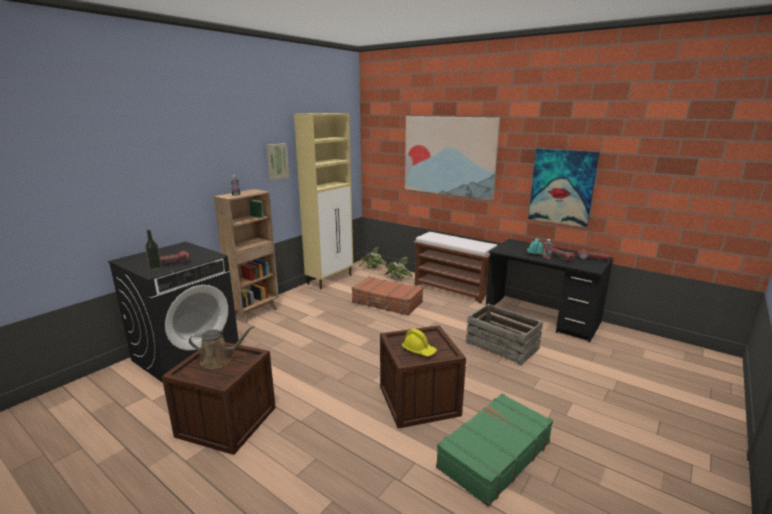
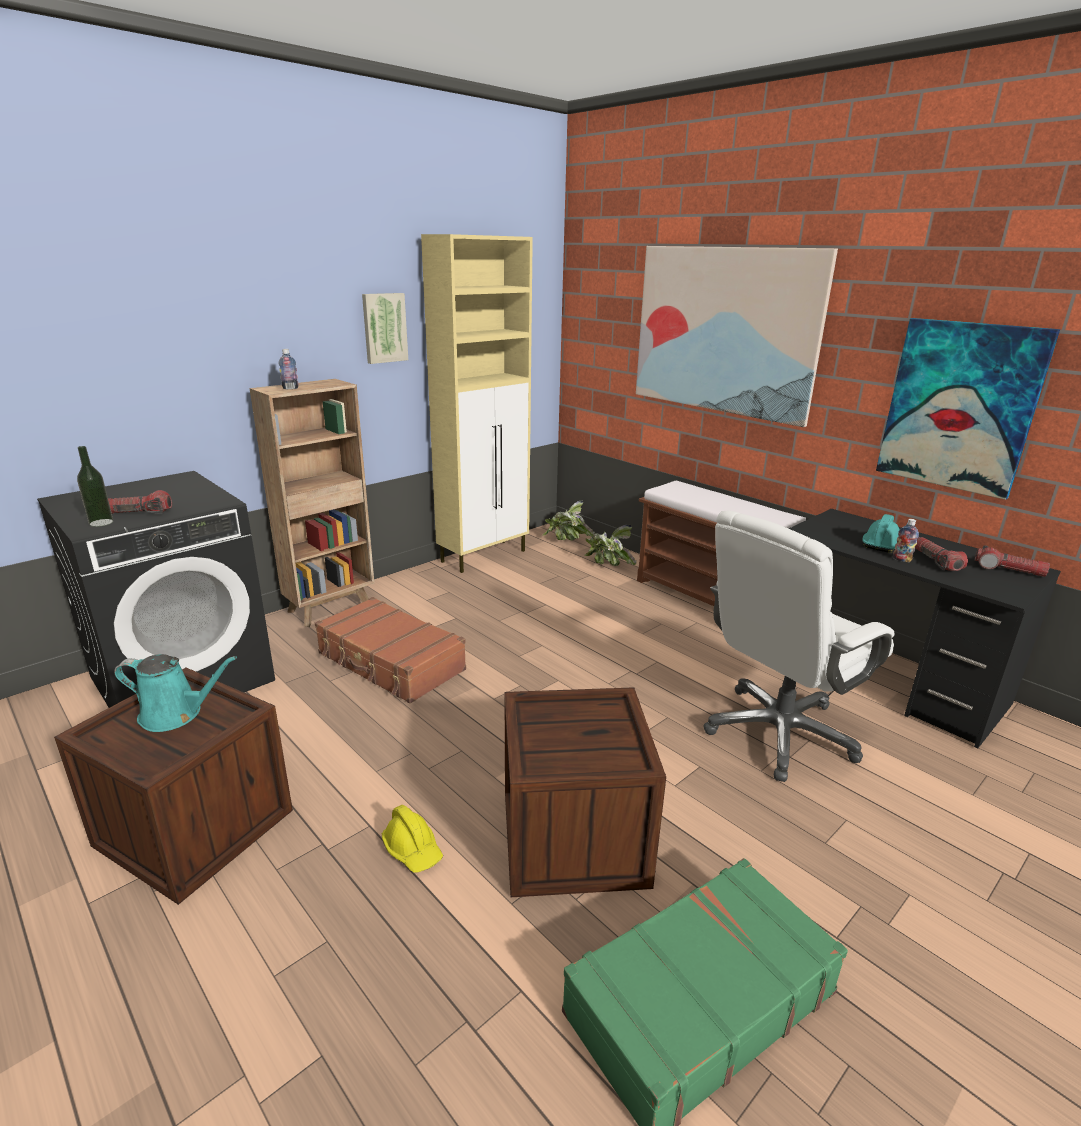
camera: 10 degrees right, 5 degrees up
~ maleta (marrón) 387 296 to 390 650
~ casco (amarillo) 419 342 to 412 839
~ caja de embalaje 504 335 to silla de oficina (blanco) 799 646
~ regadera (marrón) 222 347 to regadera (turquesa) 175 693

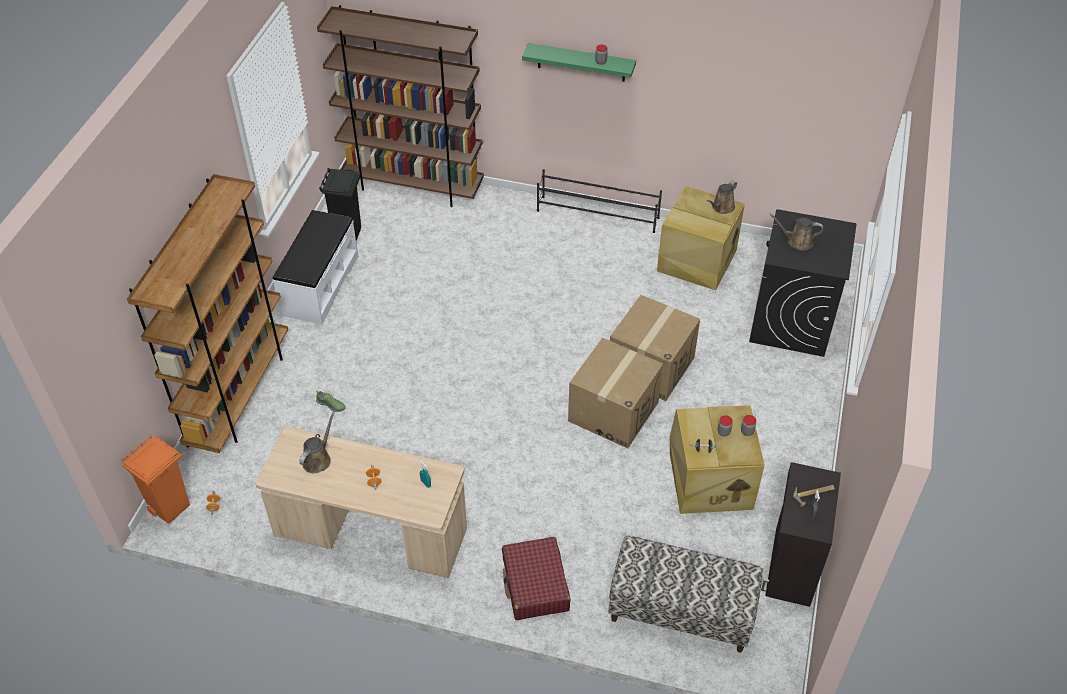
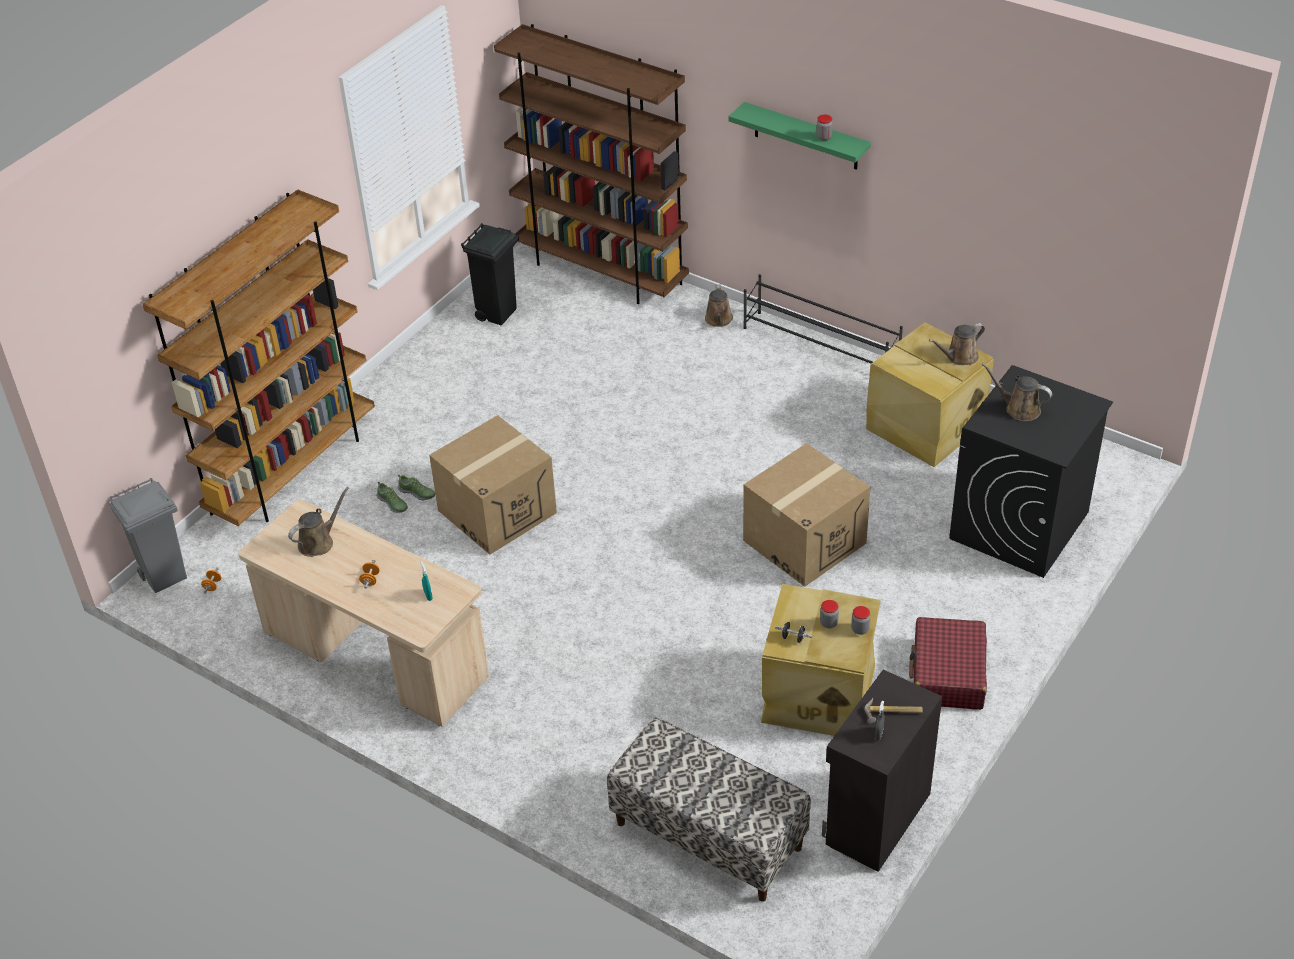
camera: 20 degrees right, 5 degrees down
- banco (blanco) 315 267
+ zapato 416 487
+ regadera (marrón) 719 305
~ maleta (rojo) 536 578 to 948 663
~ caja de cartón 615 393 to 493 485
~ papelera (naranja) 155 479 to papelera (gris) 148 535

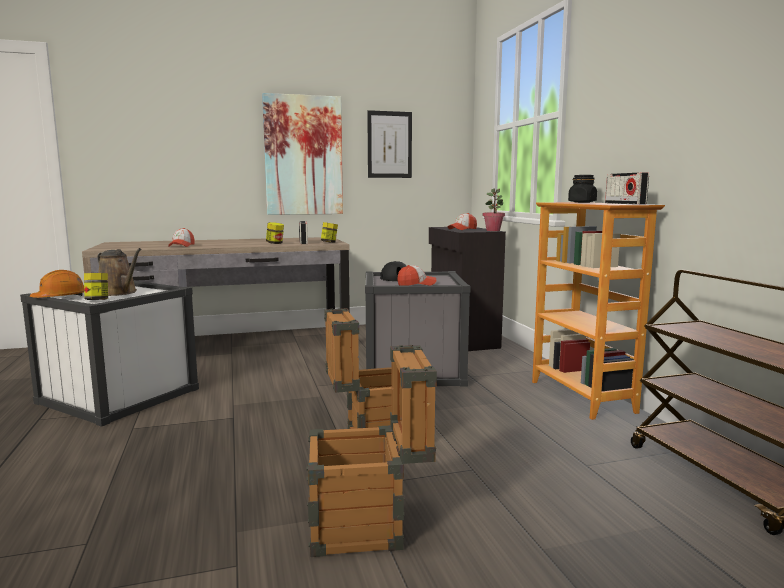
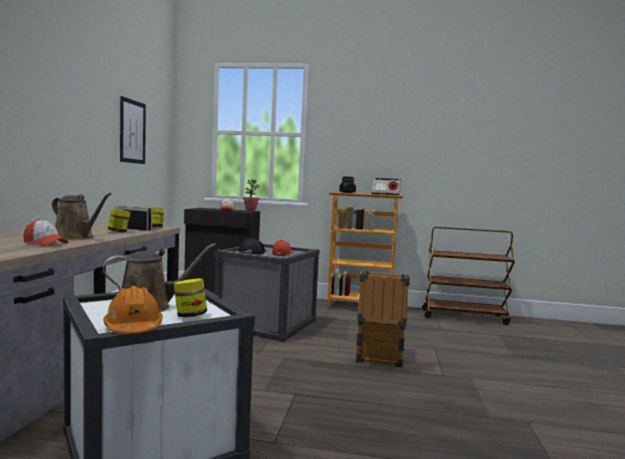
camera: 65 degrees left, 5 degrees down
- cuadro 302 154
- caja de embalaje 372 451
+ regadera (marrón) 81 216

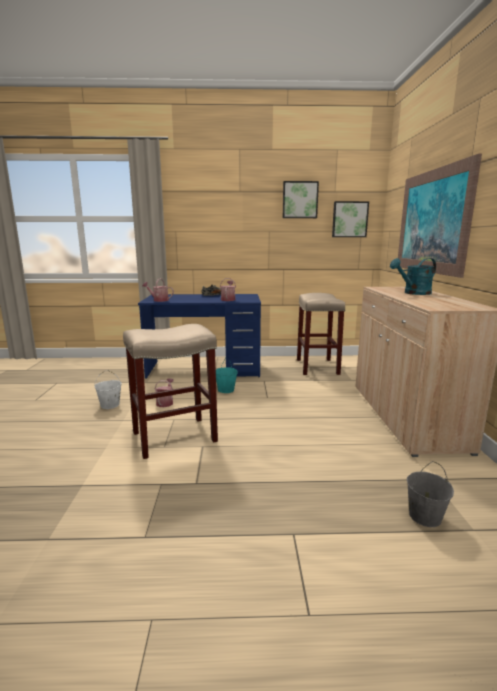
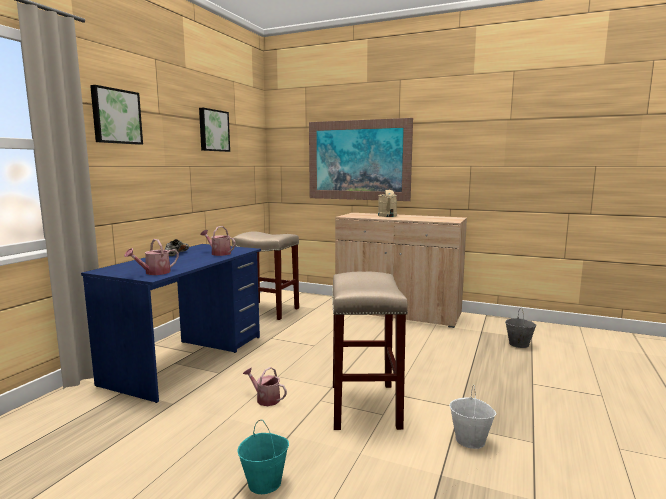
camera: 65 degrees left, 5 degrees down
~ cubo (blanco) 108 389 to 473 417
~ cubo (turquesa) 227 375 to 263 457
~ cuadro 350 219 to 116 115
~ regadera (turquesa) 413 276 to regadera (beis) 387 203

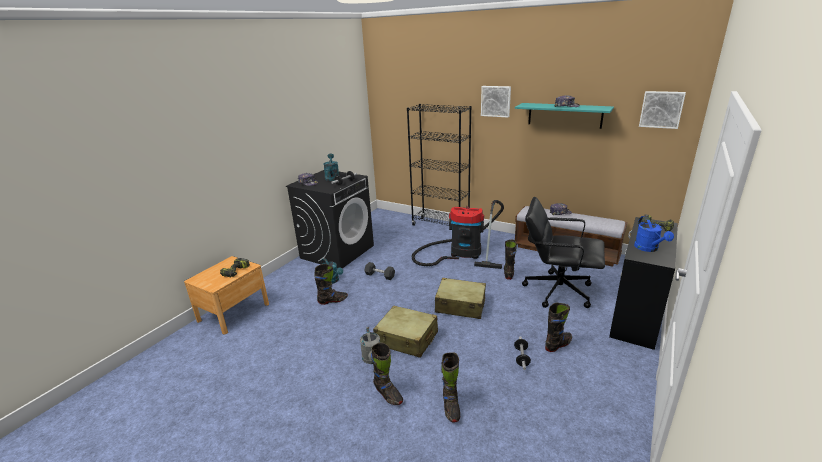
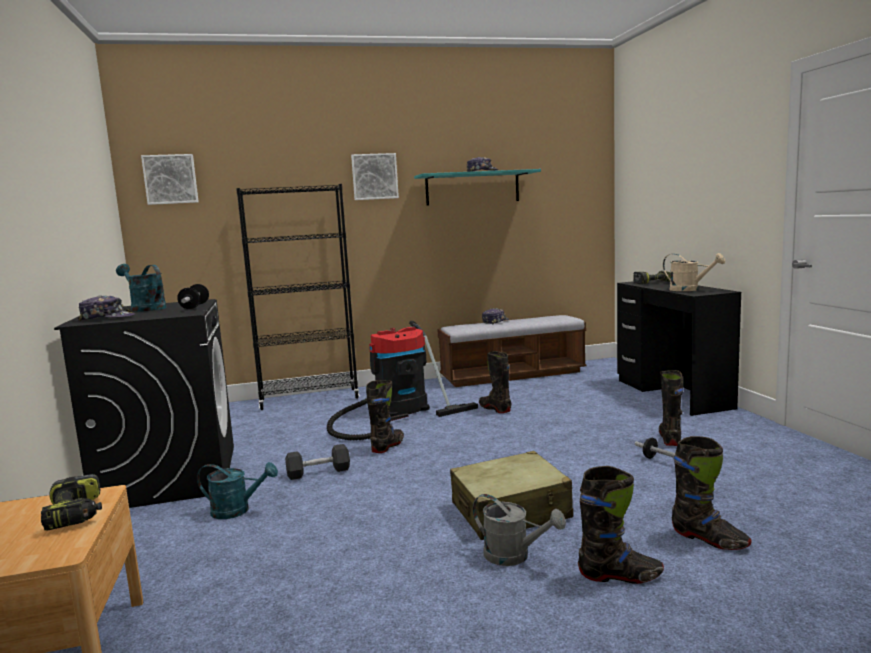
camera: 45 degrees left, 15 degrees down
- maleta (beis) 460 298
- silla de oficina (negro) 563 252
~ bota (negro) 331 284 to 385 416
~ cuadro 662 110 to 170 179
~ regadera (azul) 654 234 to regadera (beis) 694 272

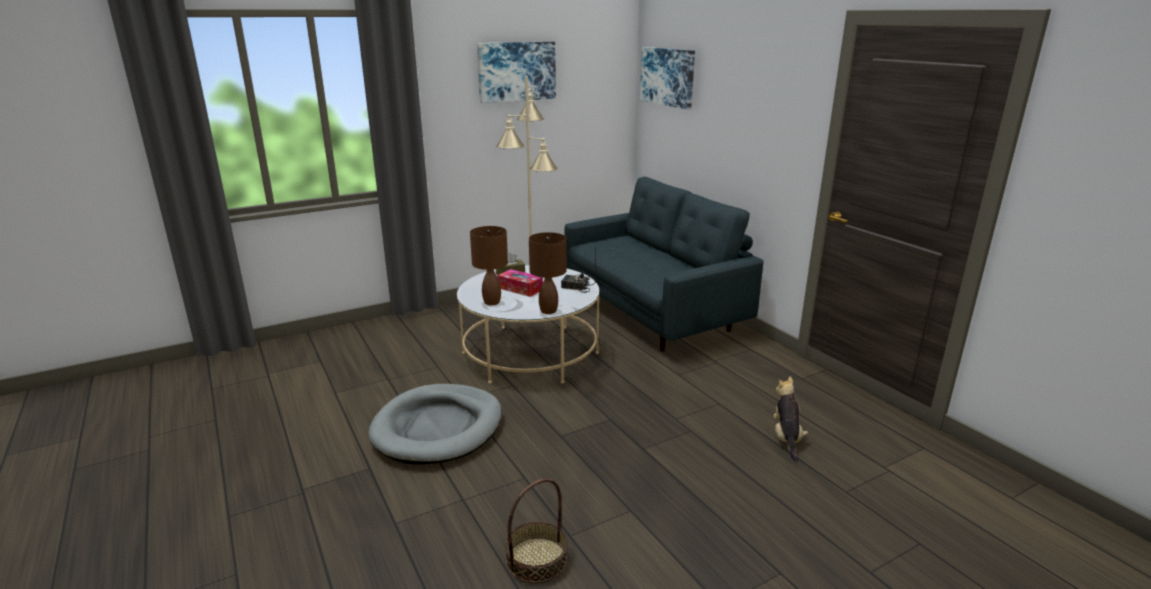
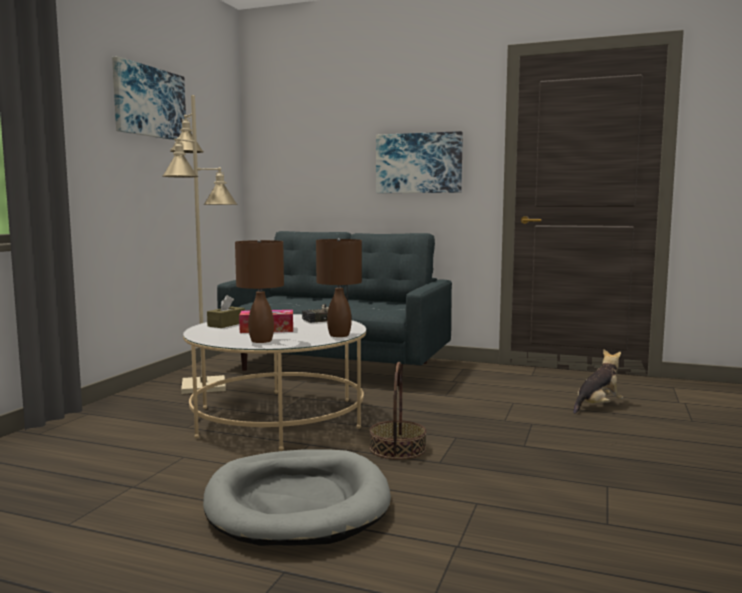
camera: 40 degrees left, 15 degrees down
~ cesta 536 530 to 397 411
~ cuadro 667 78 to 419 162
~ peluche 791 419 = 598 381 90 degrees clockwise

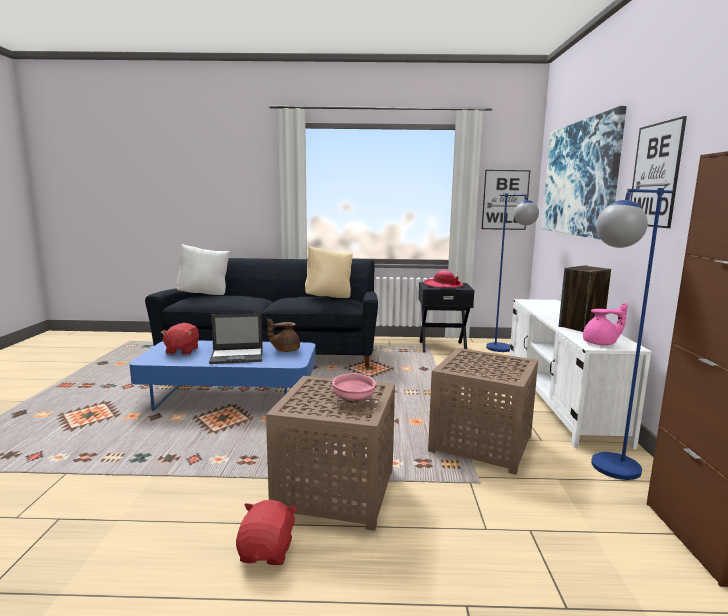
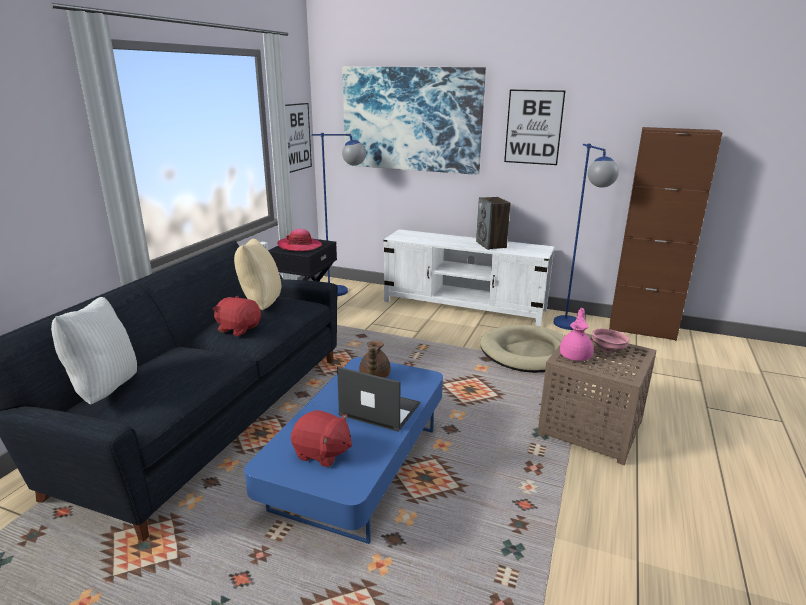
camera: 70 degrees left, 10 degrees up
~ peluche (rojo) 266 532 to 236 316
~ tetera (rosa) 605 324 to 577 334
~ mesa auxiliar (marrón) 483 411 to cama para perro (beis) 528 349
~ portátil 236 338 = 378 399 75 degrees counterclockwise

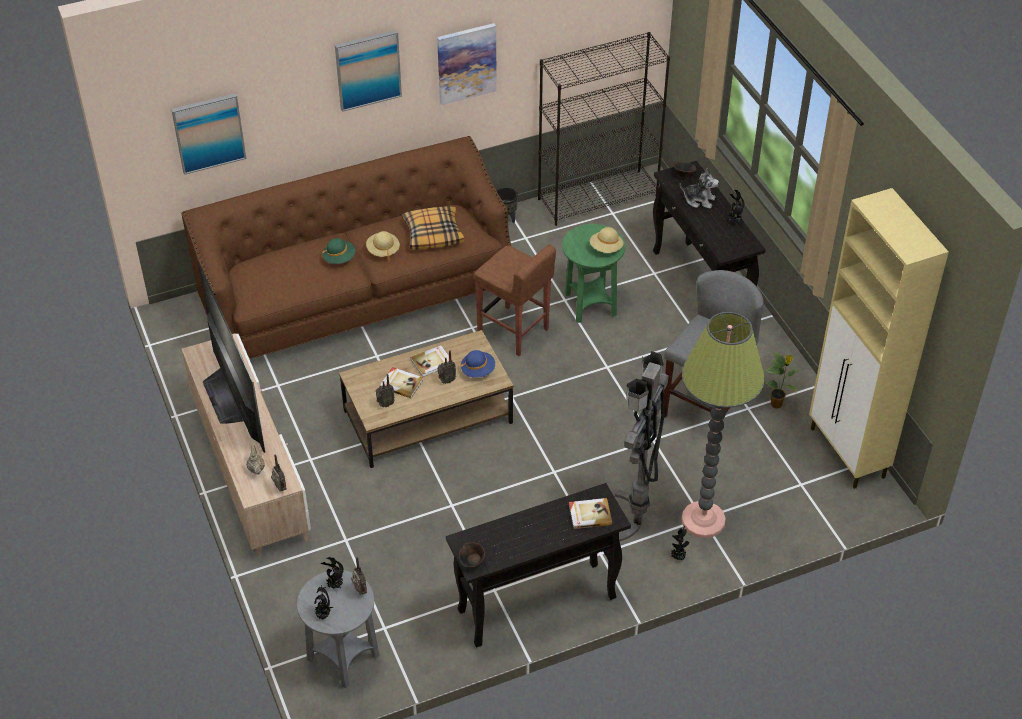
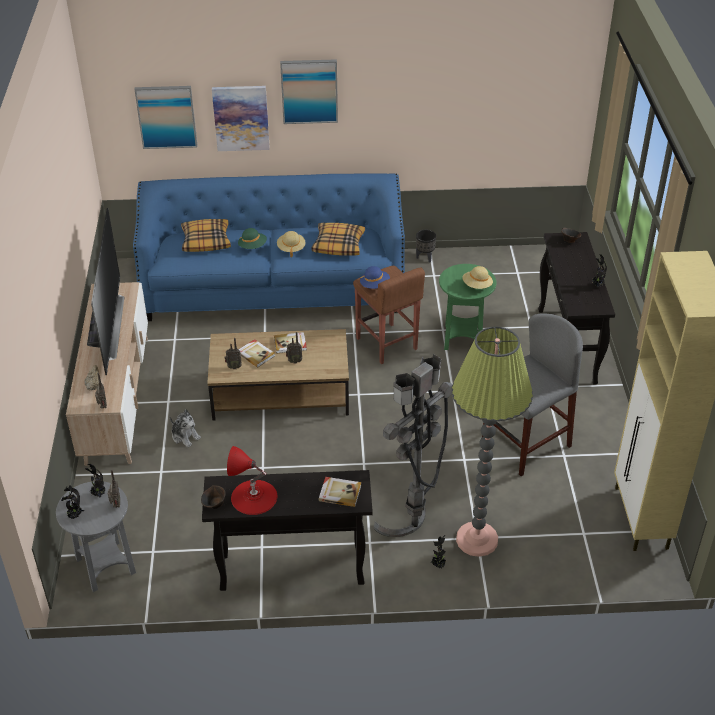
camera: 20 degrees right, 5 degrees down
- estantería (negro) 604 129
- planta en maceta 783 380
+ cojín 206 235
+ lámpara de mesa (rojo) 252 480
~ cuadro 467 64 to 241 118
~ sombrero (azul) 478 364 to 375 277
~ peluche 699 188 to 185 428
~ sofá (marrón) 346 247 to sofá (azul) 269 247

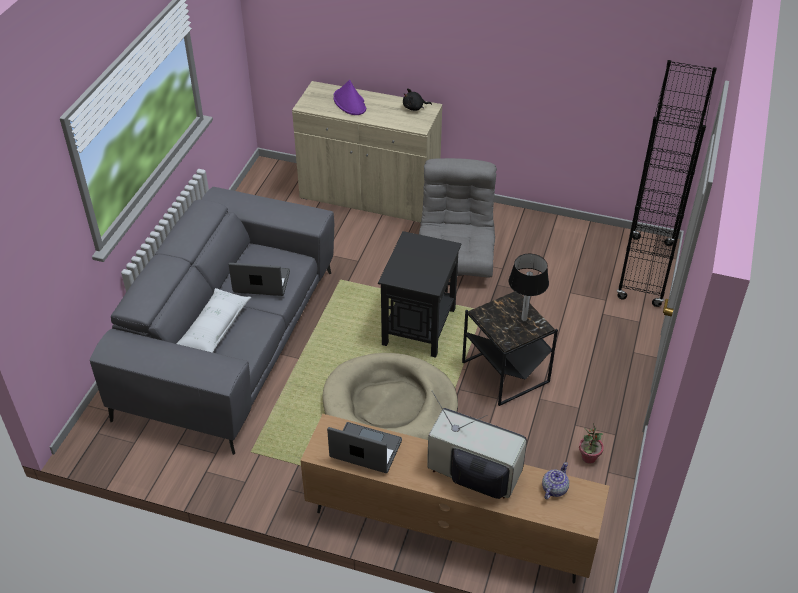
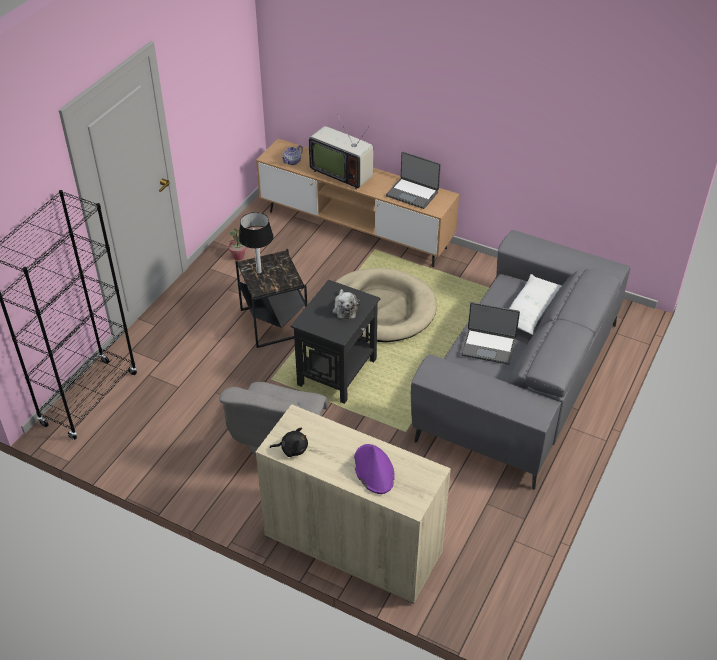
camera: 170 degrees left, 0 degrees up
+ peluche 346 304

